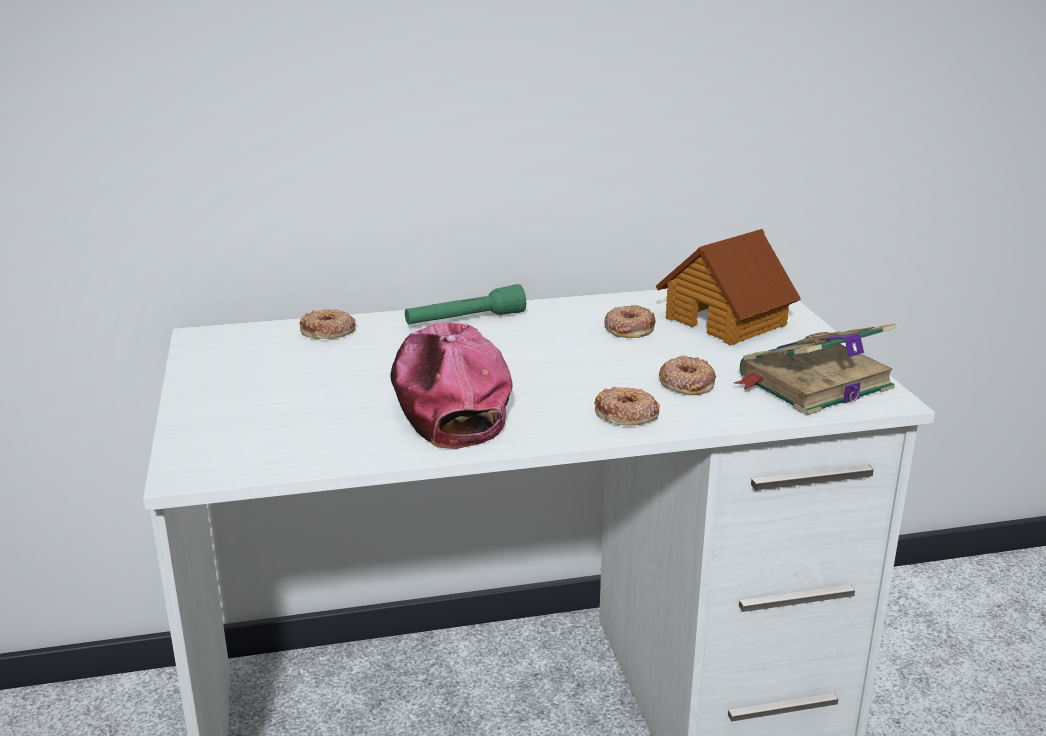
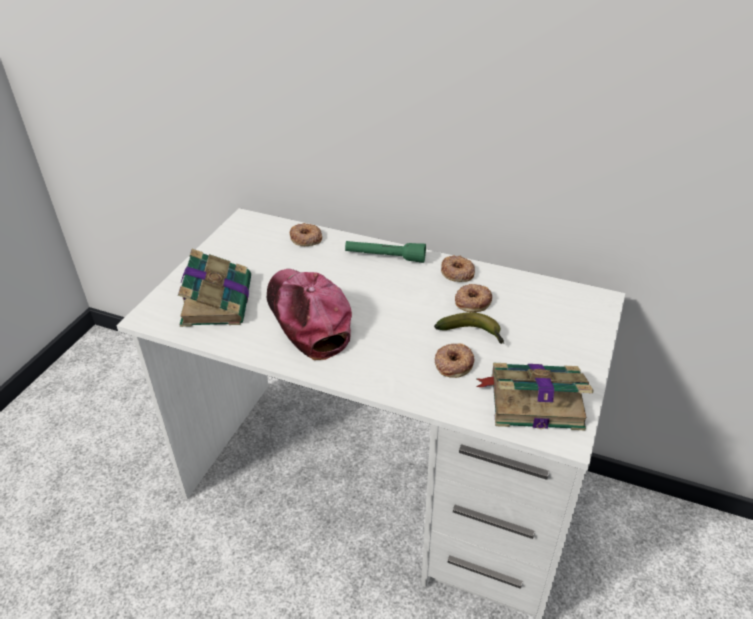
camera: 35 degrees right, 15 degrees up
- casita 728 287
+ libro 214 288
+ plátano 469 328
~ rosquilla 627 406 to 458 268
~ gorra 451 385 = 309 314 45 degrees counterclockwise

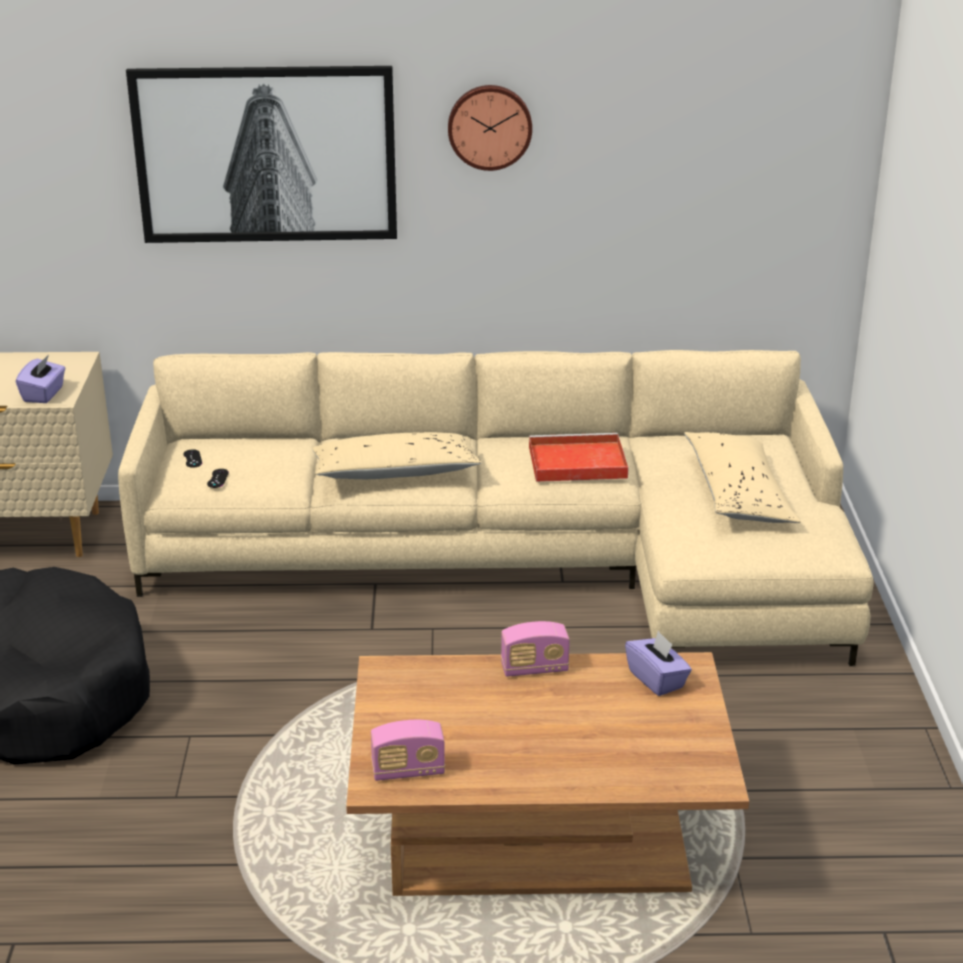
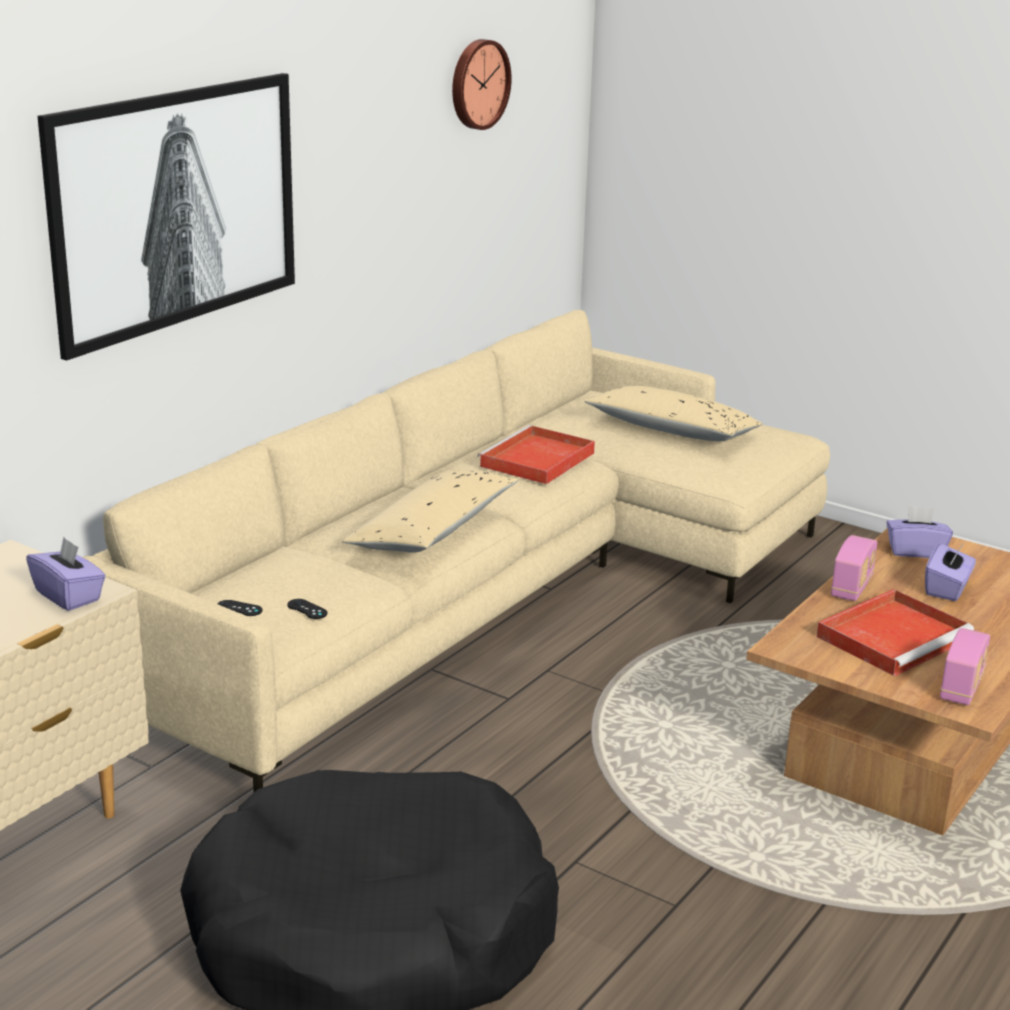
camera: 55 degrees left, 5 degrees down
+ bandeja (rojo) 895 632
+ caja de pañuelos (morado) 950 571
~ reloj de pared 490 128 to 482 84

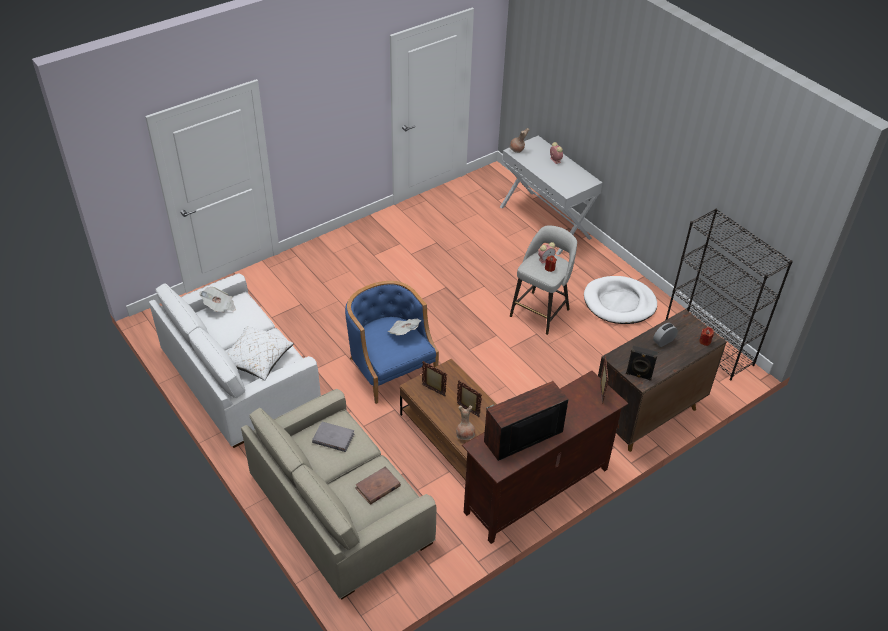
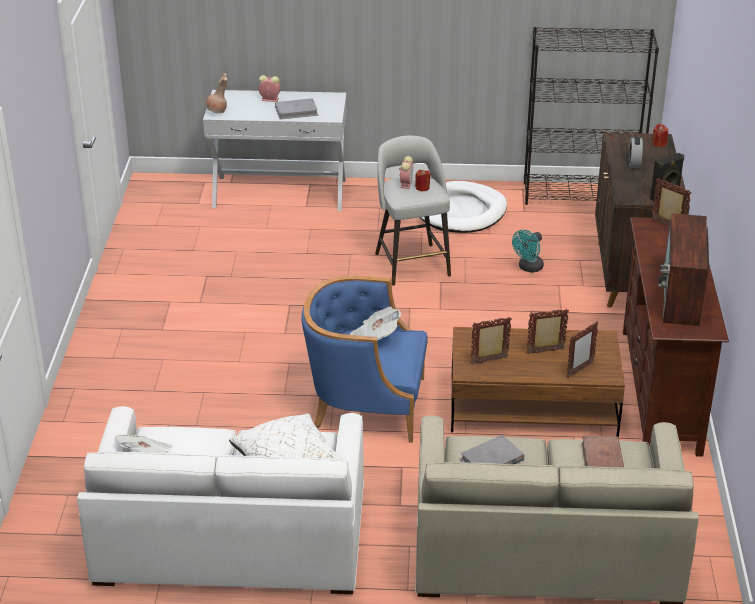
camera: 50 degrees left, 10 degrees down
+ libro (gris) 297 108
+ ventilador (turquesa) 528 251
~ florero (marrón) 465 422 to portarretratos 582 349

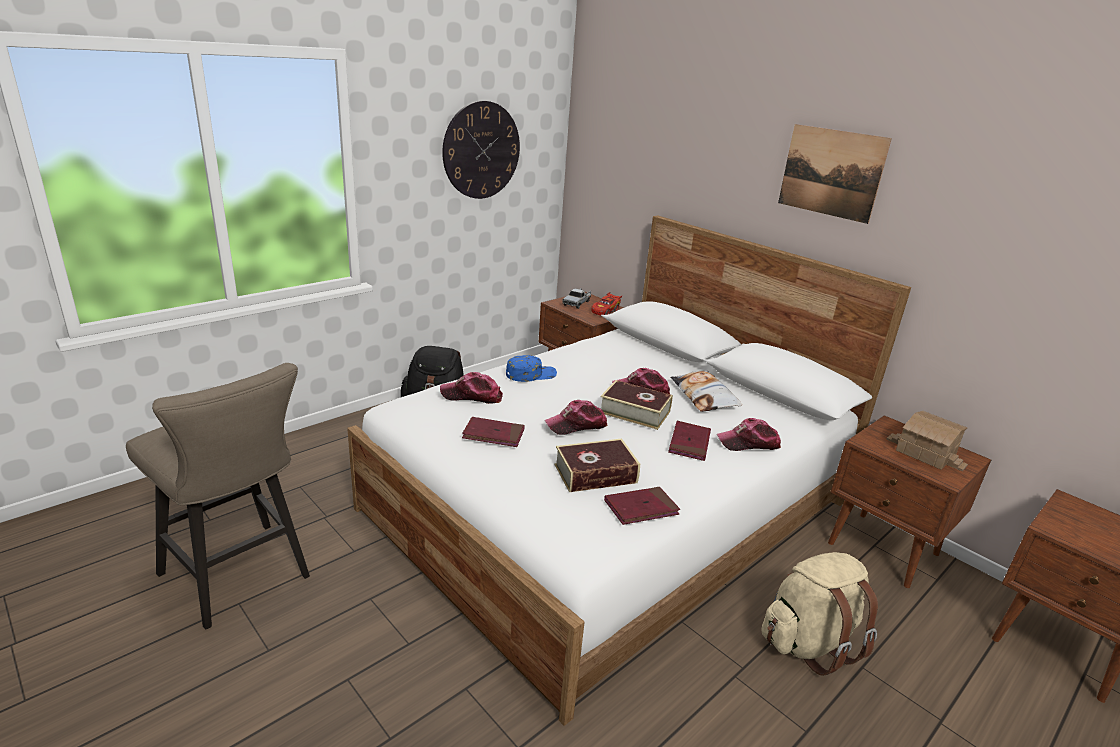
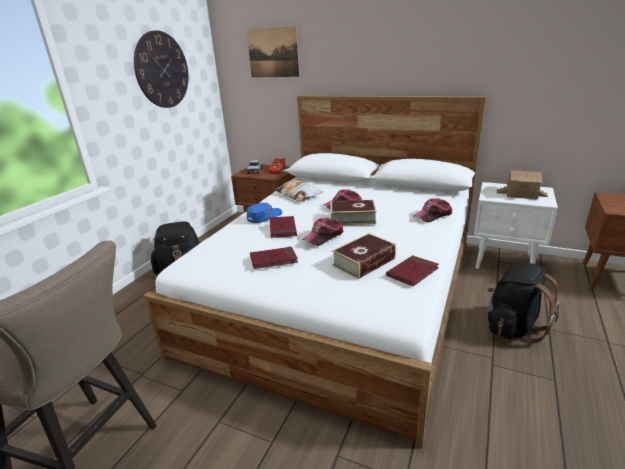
camera: 20 degrees left, 0 degrees up
- gorra 471 388
~ libro (rojo) 689 441 to 283 227
~ cojín 706 391 to 298 191
~ cuadro 835 174 to 273 52
~ mochila (beis) 819 614 to mochila (negro) 523 303
~ mesita de noche (marrón) 909 501 to mesita de noche (blanco) 516 225

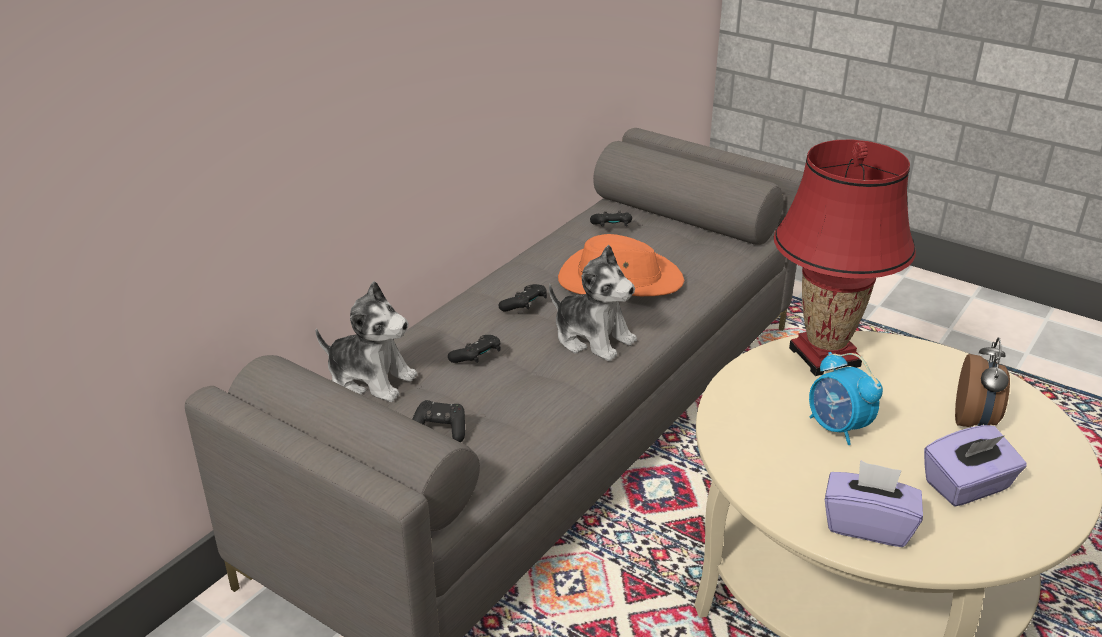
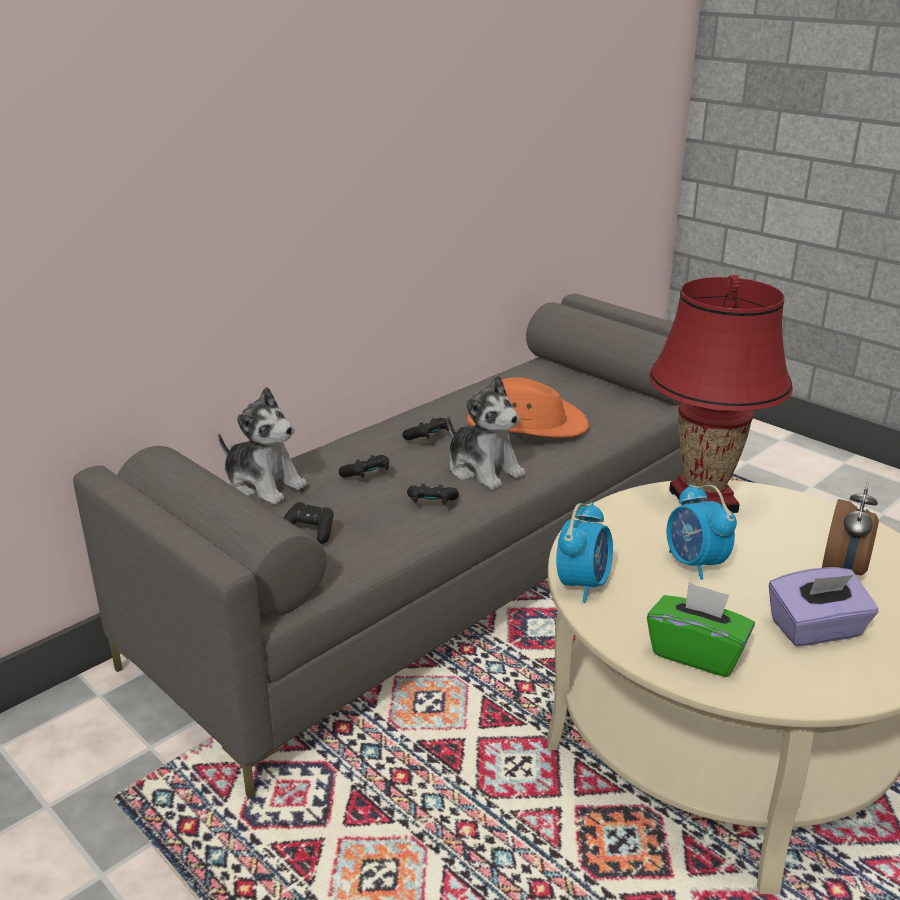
camera: 10 degrees right, 5 degrees down
+ despertador 584 552
~ mando de consola (negro) 611 219 to 433 494
~ caja de pañuelos (morado) 874 503 to caja de pañuelos (verde) 701 629

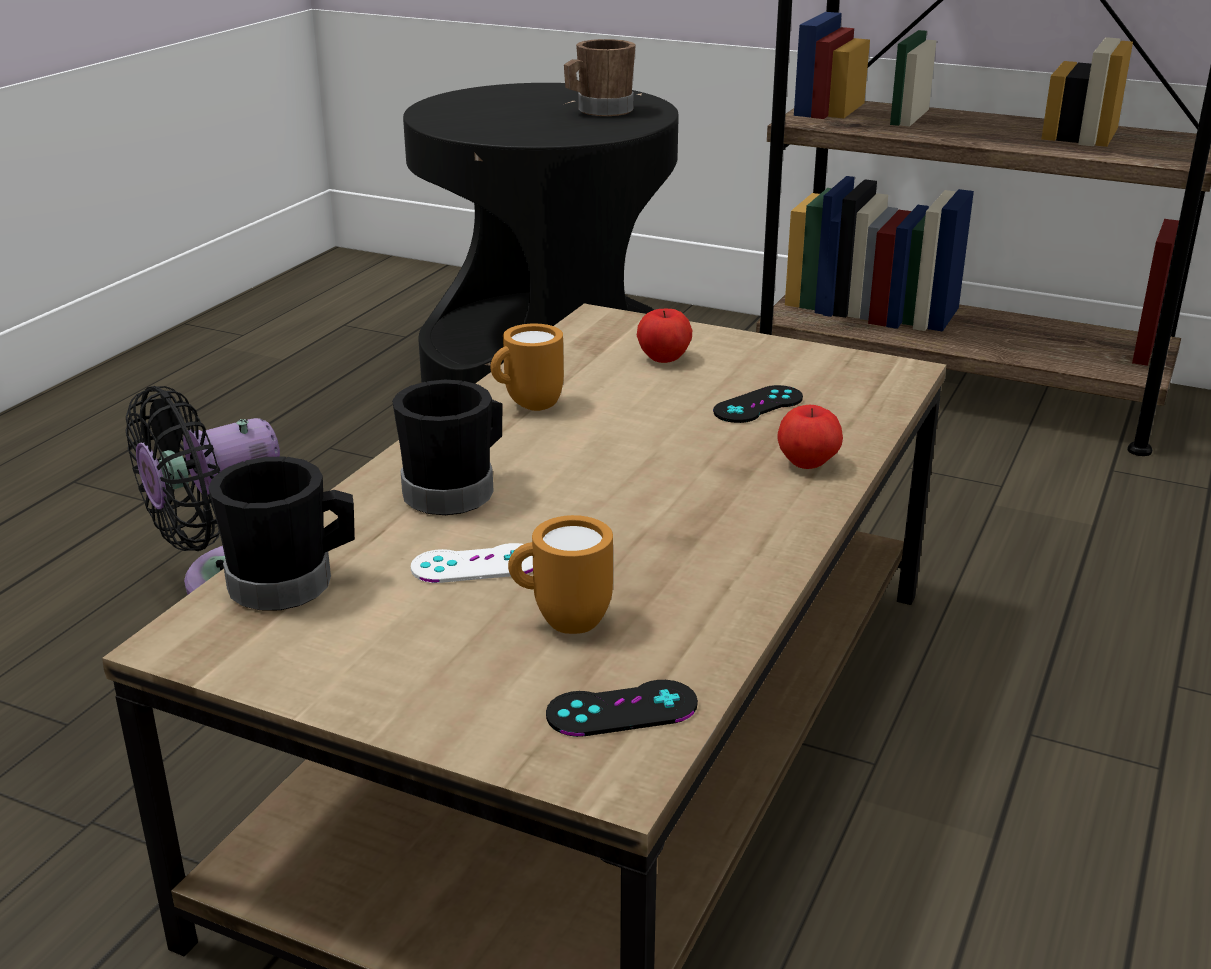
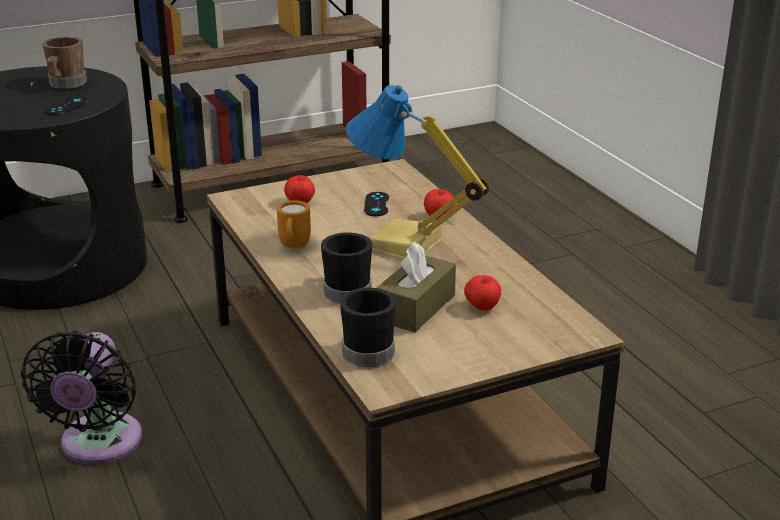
camera: 50 degrees left, 0 degrees up
+ lámpara de mesa 417 172
~ mando de consola (negro) 622 708 to 66 106
~ mando de consola (blanco) 471 563 to caja de pañuelos (marrón) 416 287
~ taza grande (naranja) 560 574 to manzana 482 293

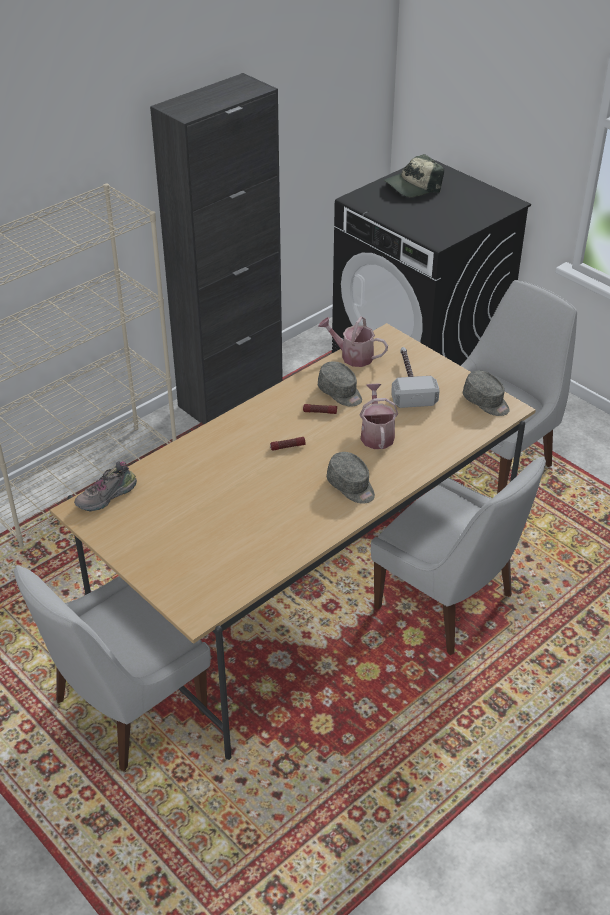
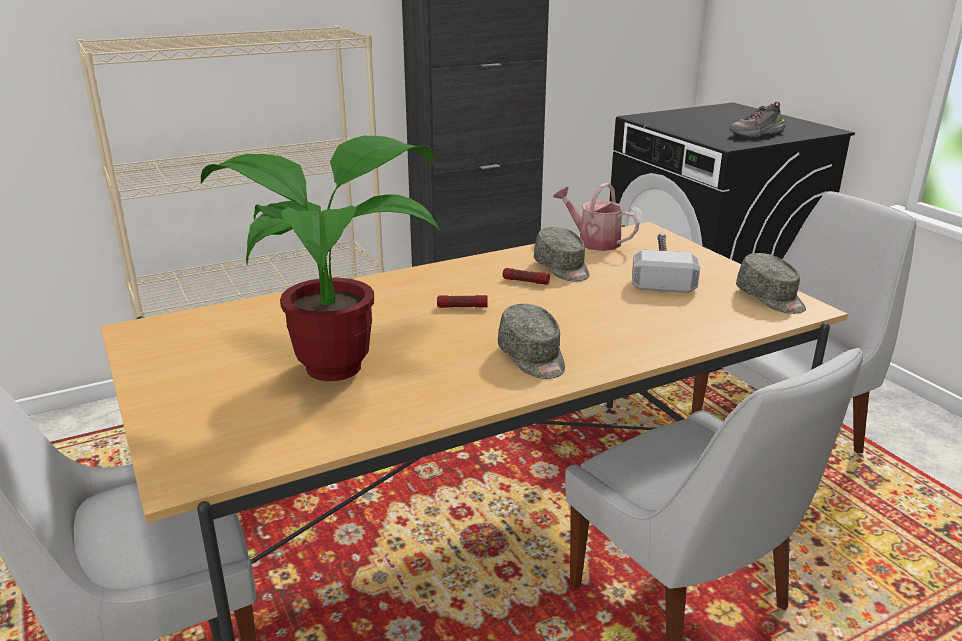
camera: 15 degrees right, 15 degrees down
- regadera 379 416
- gorra 414 175
+ planta en maceta 320 258
~ zapato 105 486 to 757 119

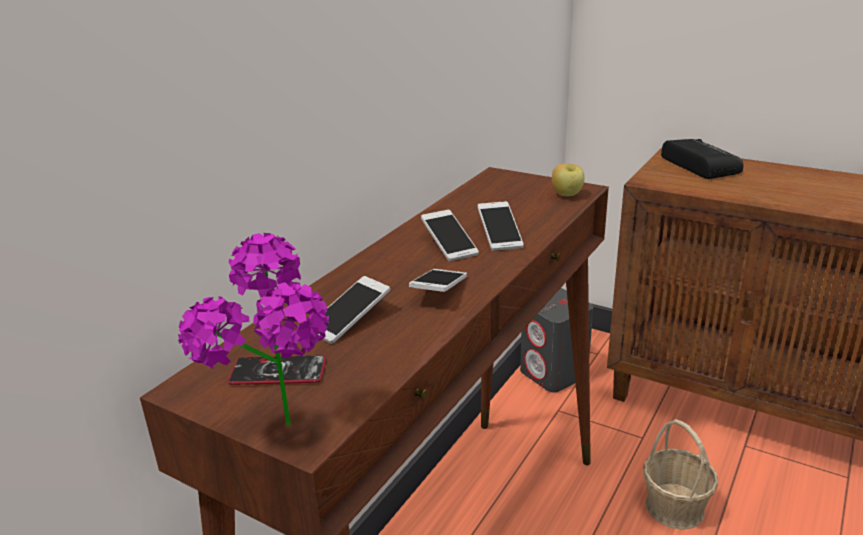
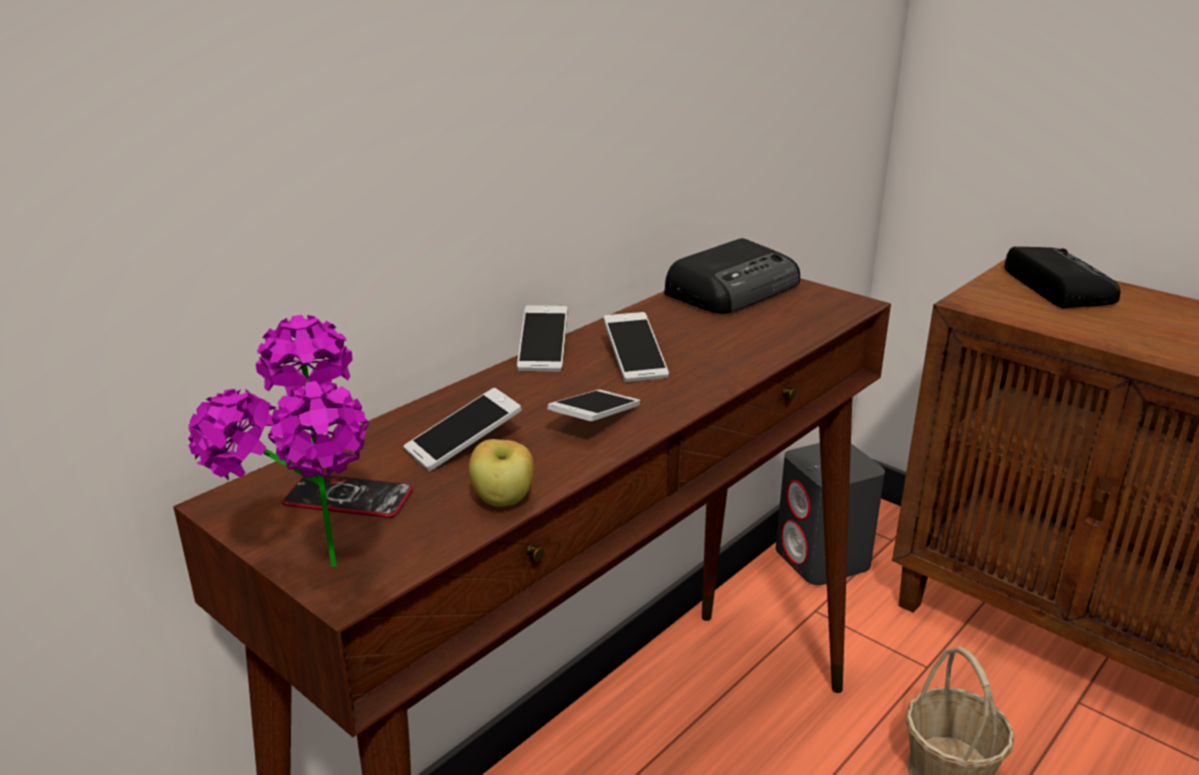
camera: 10 degrees right, 0 degrees up
+ radio 732 275
~ móvil 501 226 to 542 338
~ manzana 568 180 to 501 473

